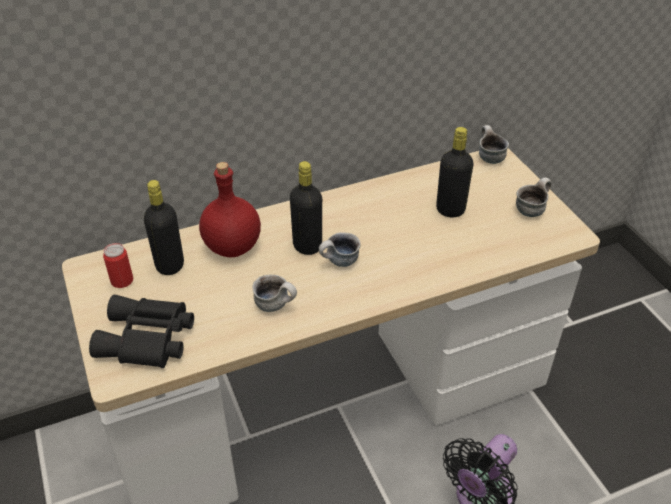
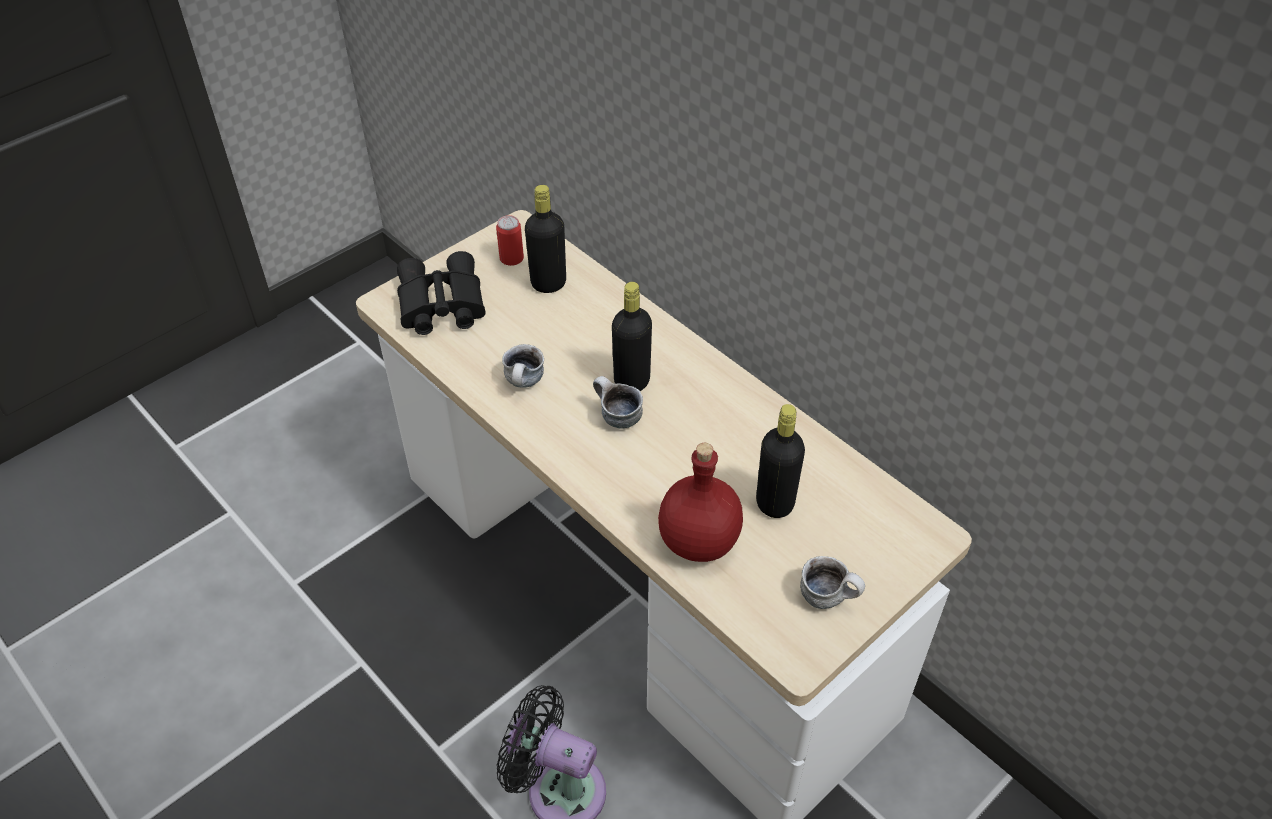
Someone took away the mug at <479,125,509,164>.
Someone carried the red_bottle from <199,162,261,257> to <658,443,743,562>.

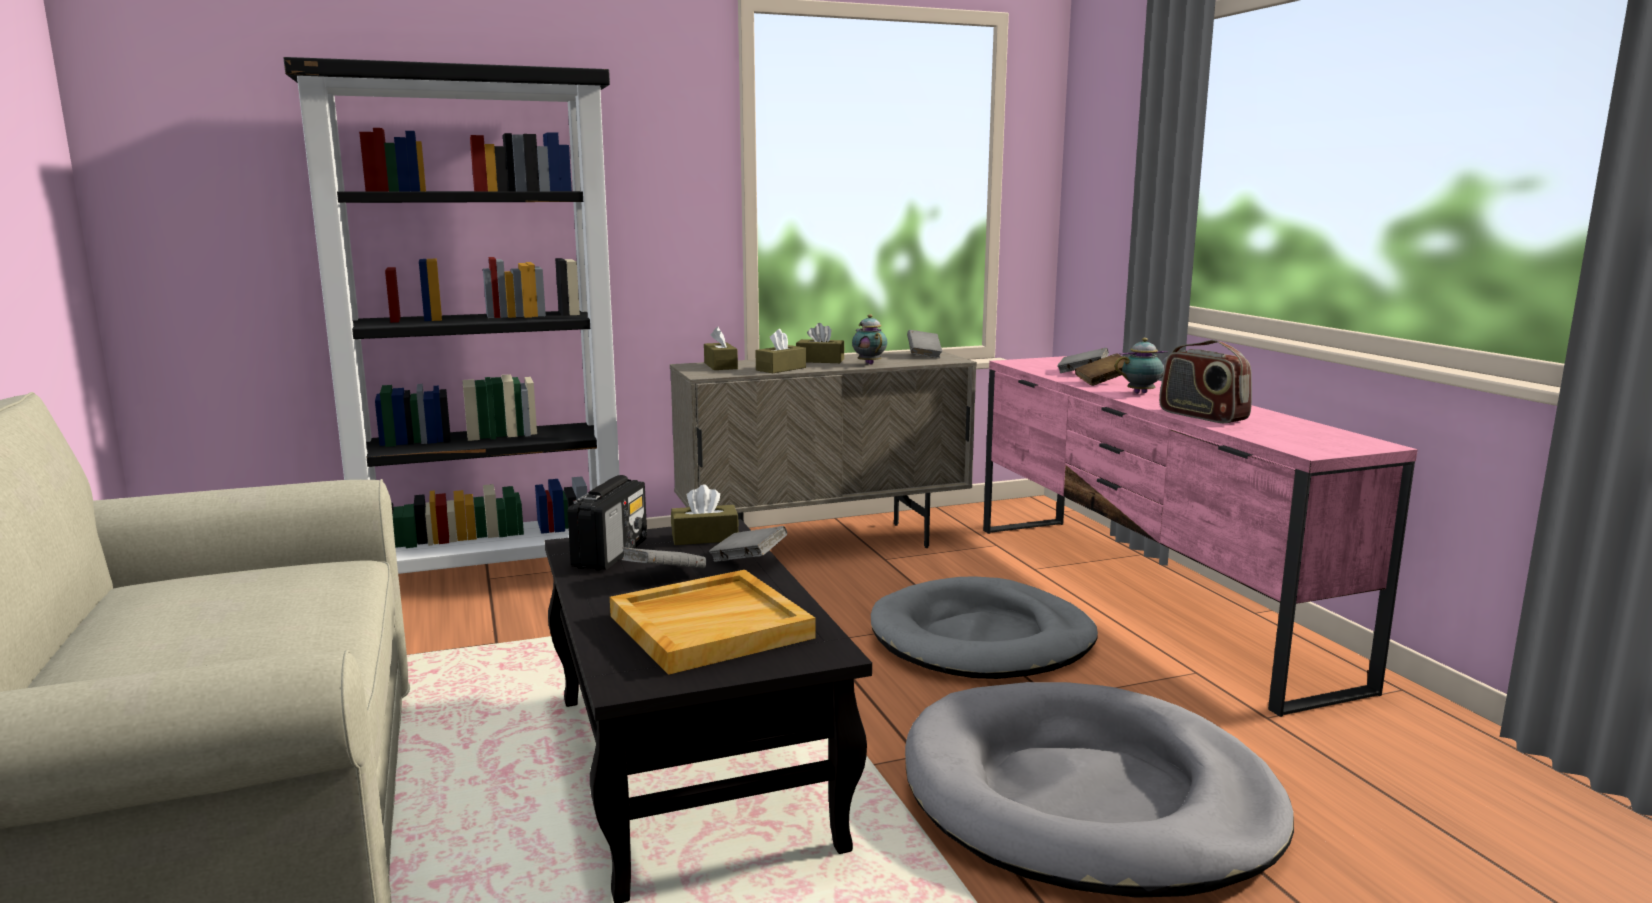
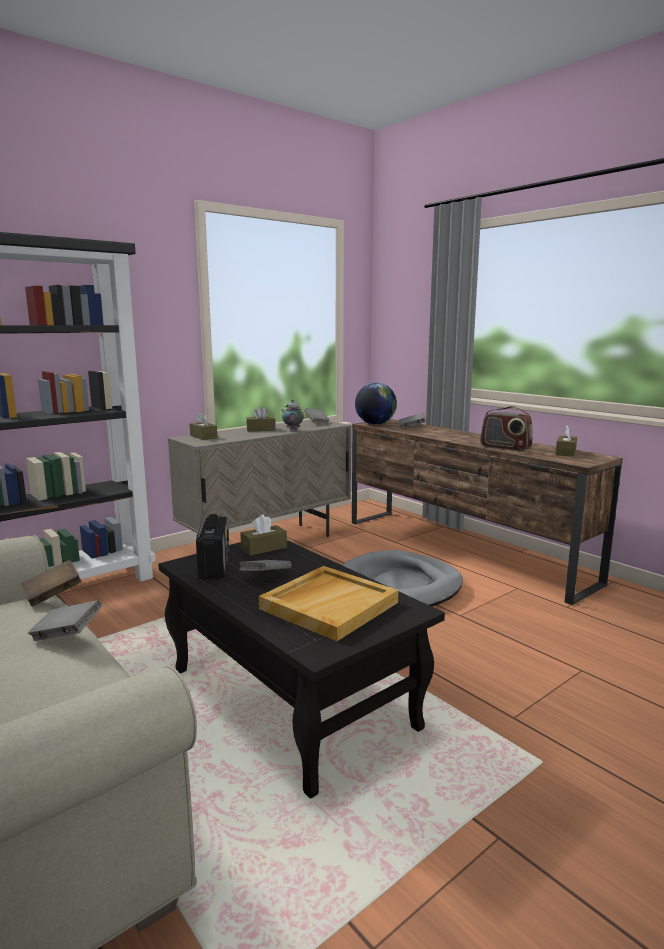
Someone took away the grey_dog_bed at <905,682,1294,898>.
Someone took away the teapot at <1115,338,1168,394>.
Someone put down the globe at <355,383,397,425>.
Someone carried the grey_book from <709,526,787,562> to <28,600,101,641>.
Someone carried the brown_tissue_box from <756,329,806,373> to <555,425,577,457>.
Someone carried the brown_book from <1075,353,1125,386> to <20,560,82,606>.
Someone repainted the pink_tv_stand at <983,356,1418,717>, which became the brown_tv_stand at <352,419,623,605>.

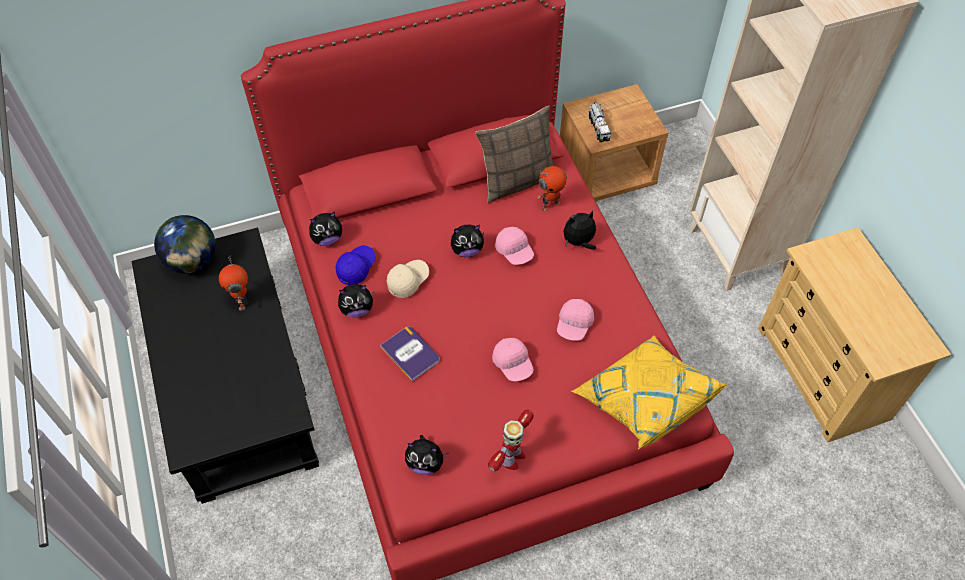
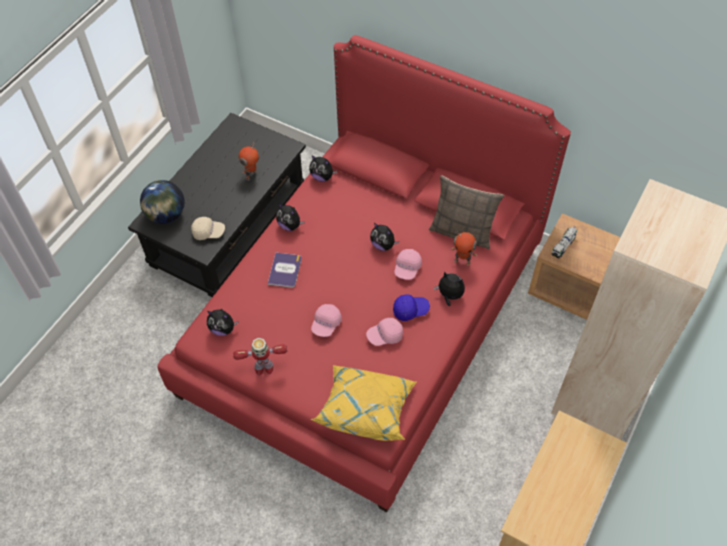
Someone carried the globe from <154,215,215,274> to <140,180,185,224>.
Someone carried the blue_cap from <336,245,376,285> to <393,294,430,321>.
Someone carried the beige_cap from <387,260,429,298> to <191,217,225,240>.
Someone rotated the plush_toy at <405,435,449,475> by 45 degrees counterclockwise.

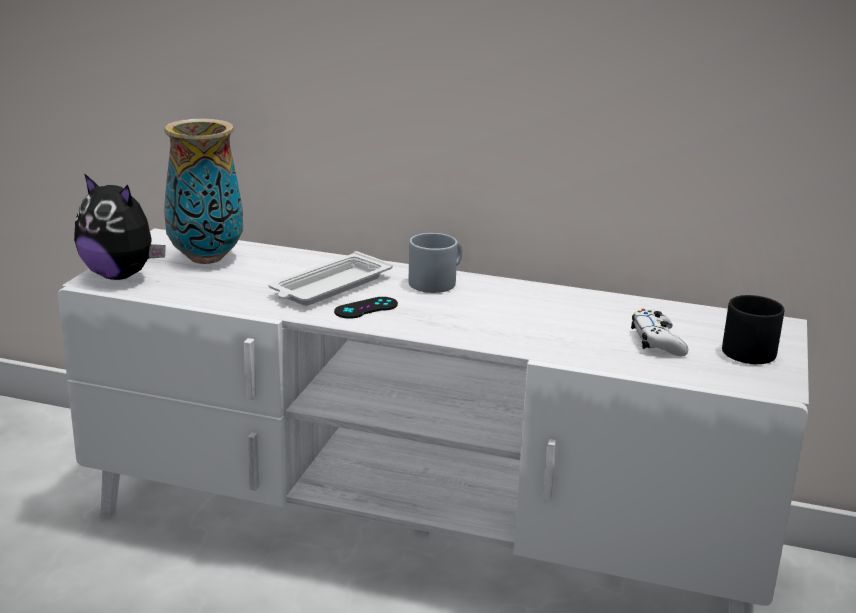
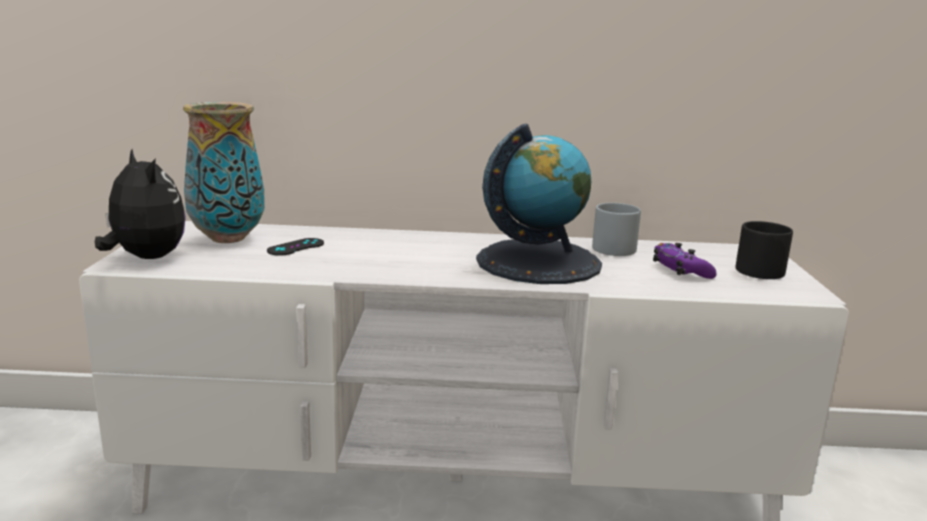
Someone took away the white_tray at <268,251,392,306>.
Someone put down the globe at <476,123,602,284>.
Someone carried the black_game_controller from <334,297,398,319> to <267,238,324,256>.
Someone carried the grey_mug from <409,233,462,293> to <592,203,641,256>.
Someone repainted the white_game_controller at <631,309,688,356>, which became the purple_game_controller at <653,243,716,279>.
Someone rotated the plush_toy at <74,173,166,280> by 150 degrees counterclockwise.

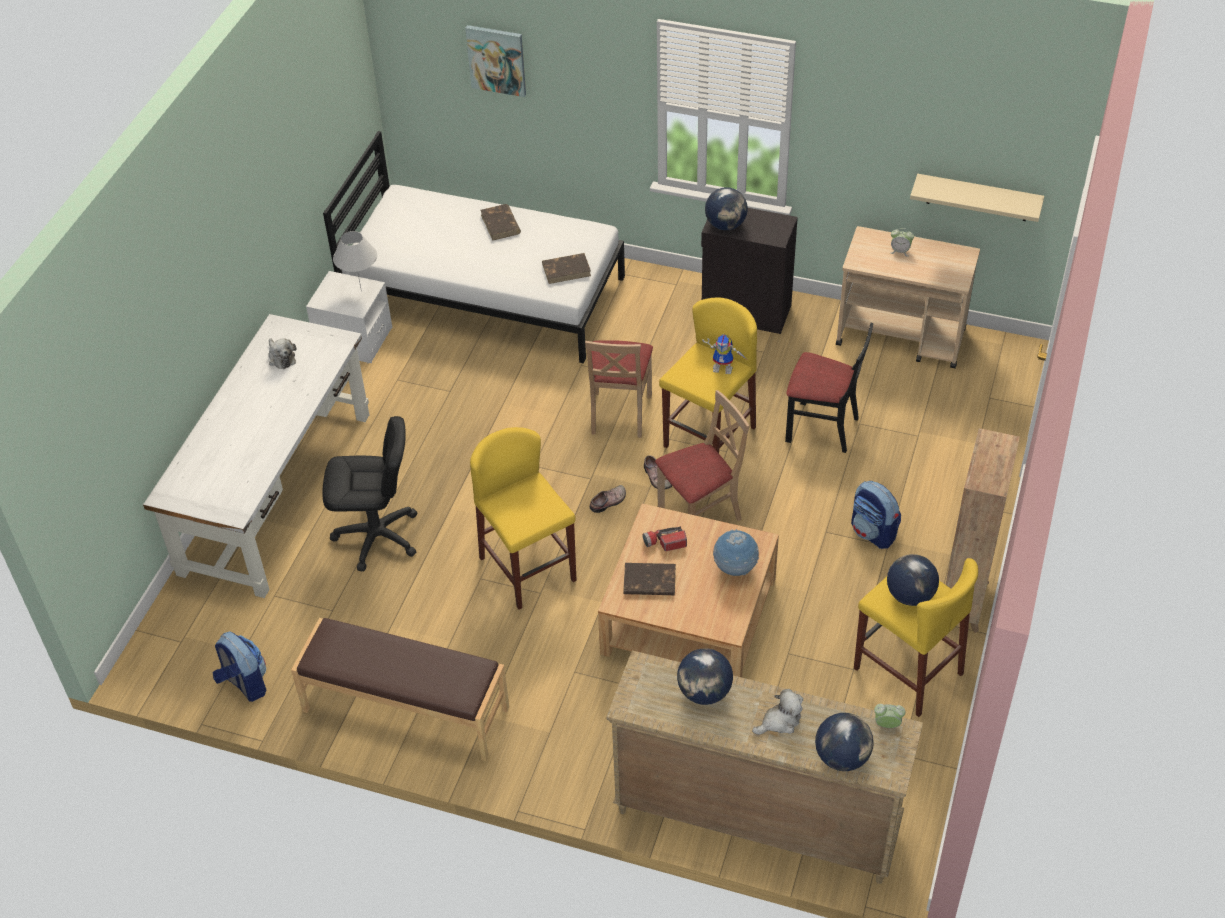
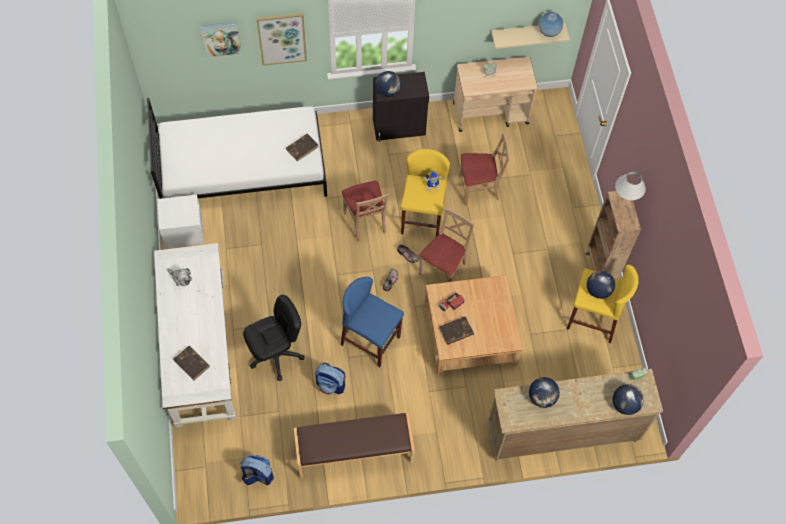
Someone took away the plush_toy at <752,689,803,735>.
Someone put up the picture at <256,13,307,66>.
Someone carried the white_table_lamp from <333,231,377,292> to <615,172,646,203>.
Someone carried the brown_book from <480,204,521,240> to <174,346,210,381>.
Someone carried the globe from <713,529,759,576> to <538,12,564,37>.
Someone carried the backpack from <851,481,901,549> to <315,363,345,395>.
Someone repainted the yellow_stool at <470,427,576,610>, which became the blue_stool at <341,277,404,367>.
Someone repainted the black_chair at <785,323,873,453>, which became the beige_chair at <459,132,509,205>.

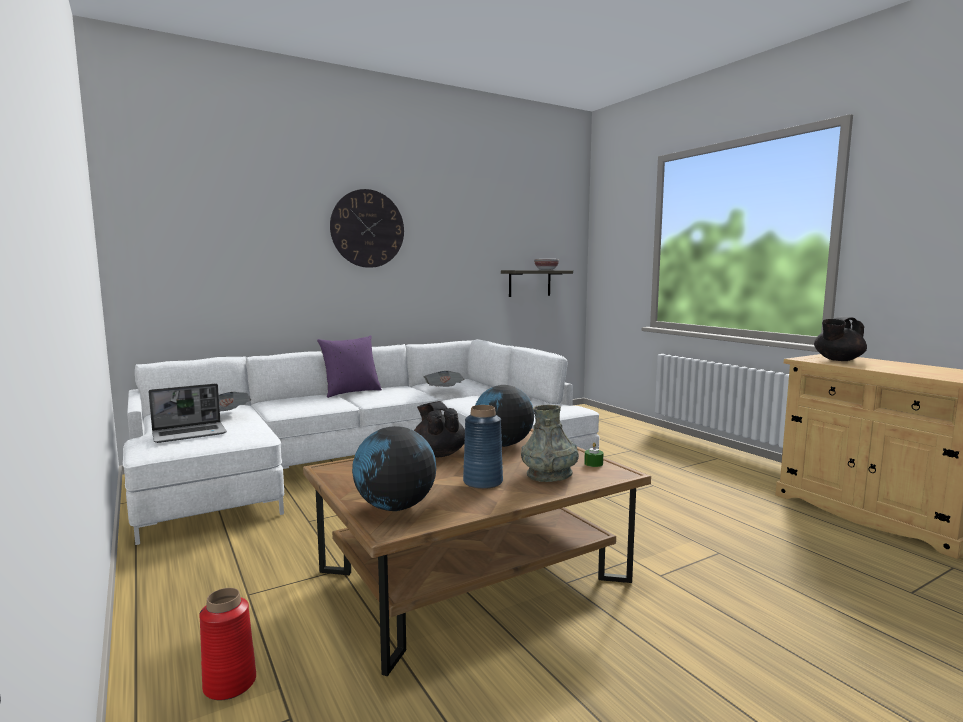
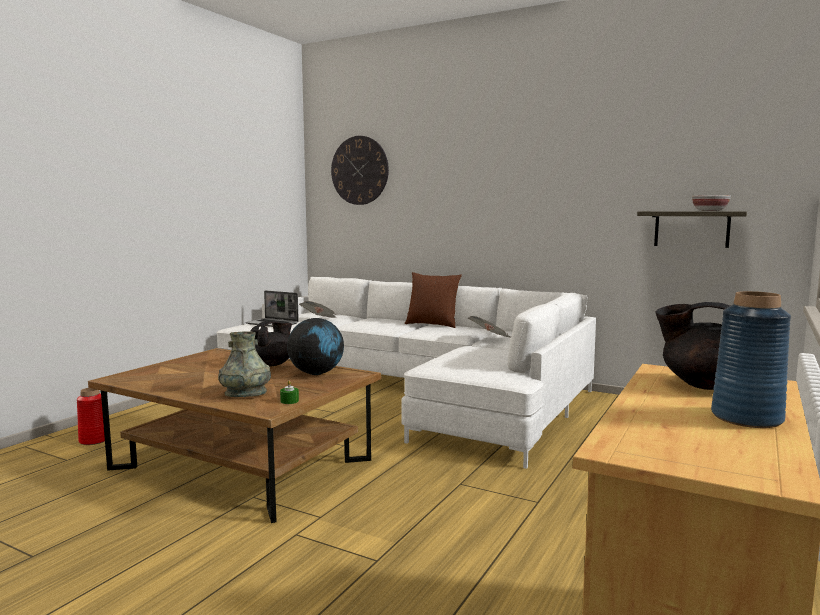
Someone took away the globe at <352,426,436,511>.
Someone carried the wall_clock from <330,189,404,268> to <331,136,389,205>.
Someone carried the blue_vase from <463,405,503,489> to <711,291,791,428>.
Someone repainted the purple_pillow at <317,335,382,398>, which became the brown_pillow at <405,272,462,328>.

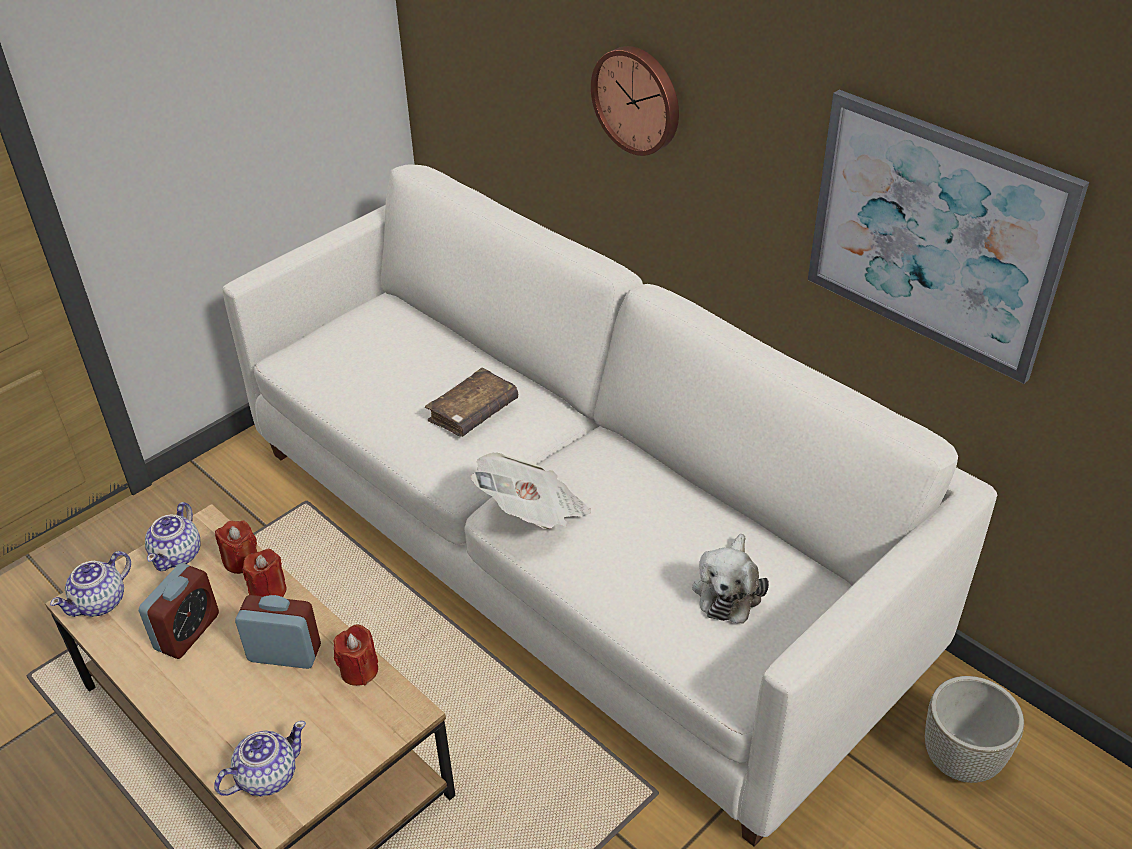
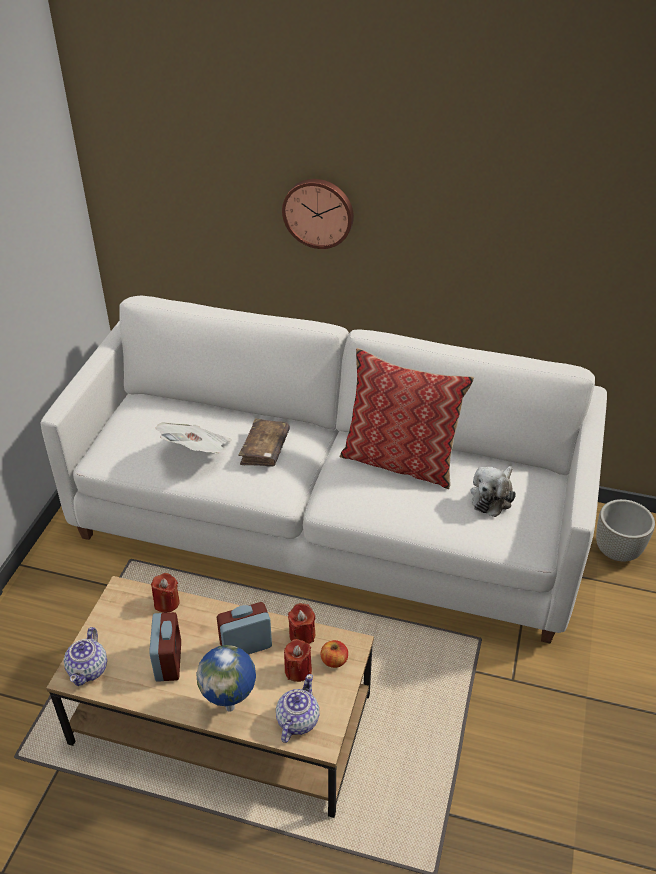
Someone took away the teapot at <145,502,201,571>.
Someone took away the picture at <808,90,1089,384>.
Someone put down the globe at <196,645,256,712>.
Someone put down the apple at <321,640,348,668>.
Someone put down the pillow at <339,348,474,489>.
Someone carried the red_candle from <242,549,287,597> to <284,639,312,682>.
Someone carried the newspaper from <470,452,591,529> to <155,422,232,454>.
Someone rotated the plush_toy at <692,534,769,624> by 45 degrees clockwise.

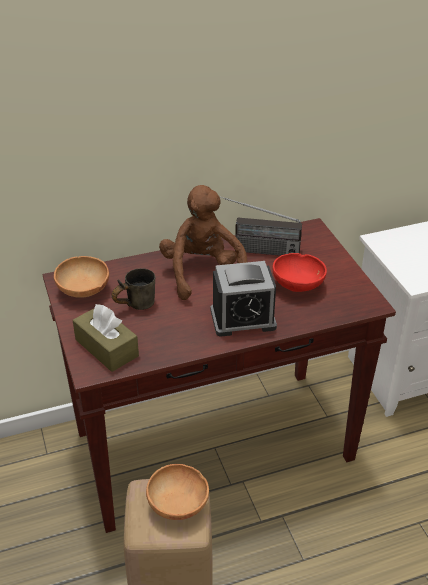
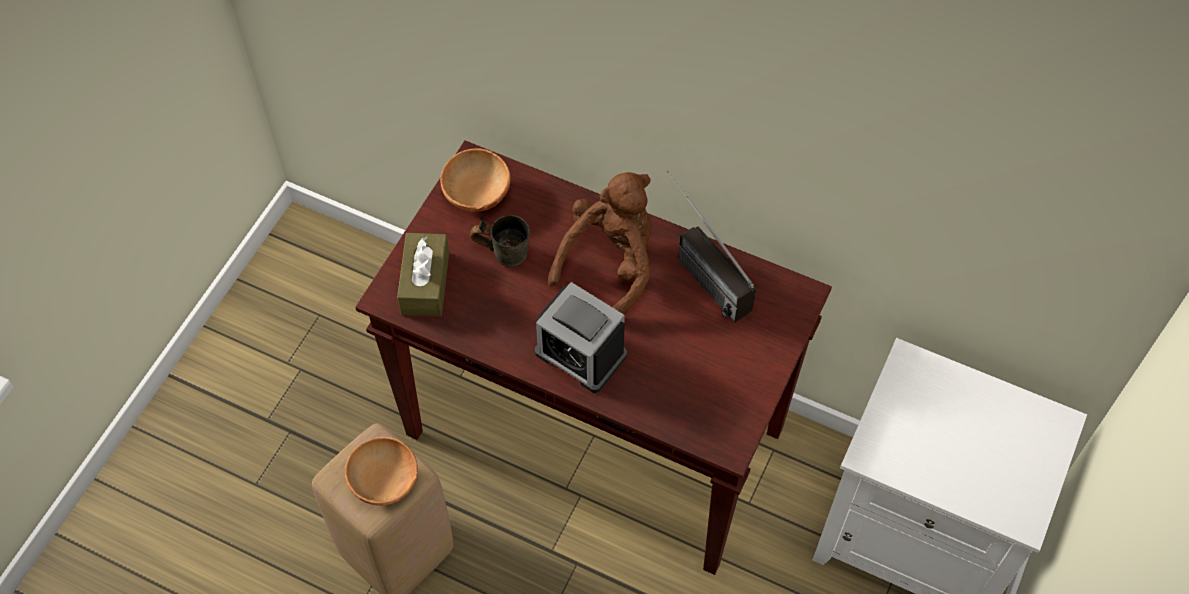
Someone took away the red_bowl at <272,253,327,292>.

